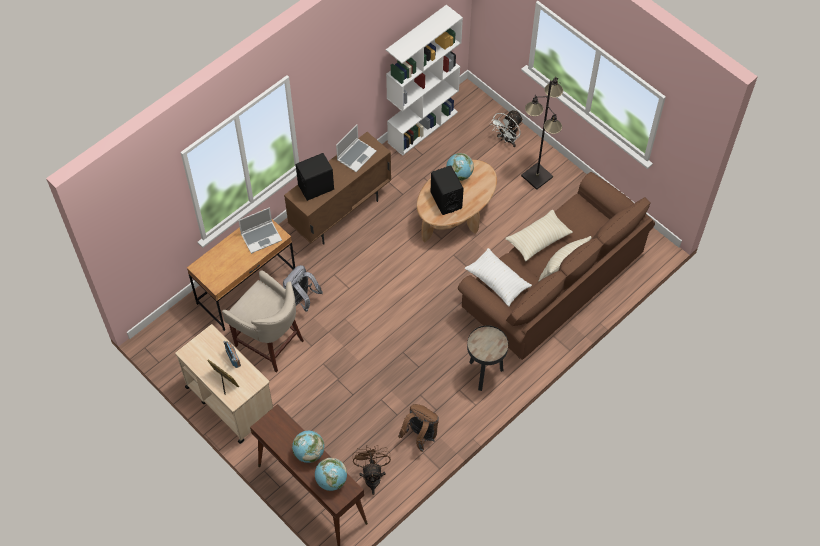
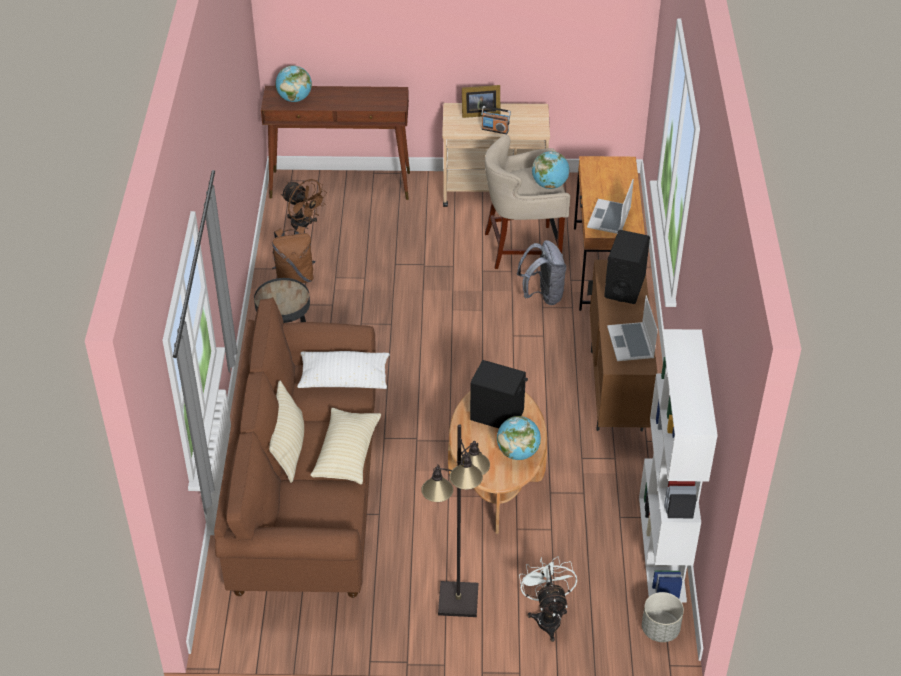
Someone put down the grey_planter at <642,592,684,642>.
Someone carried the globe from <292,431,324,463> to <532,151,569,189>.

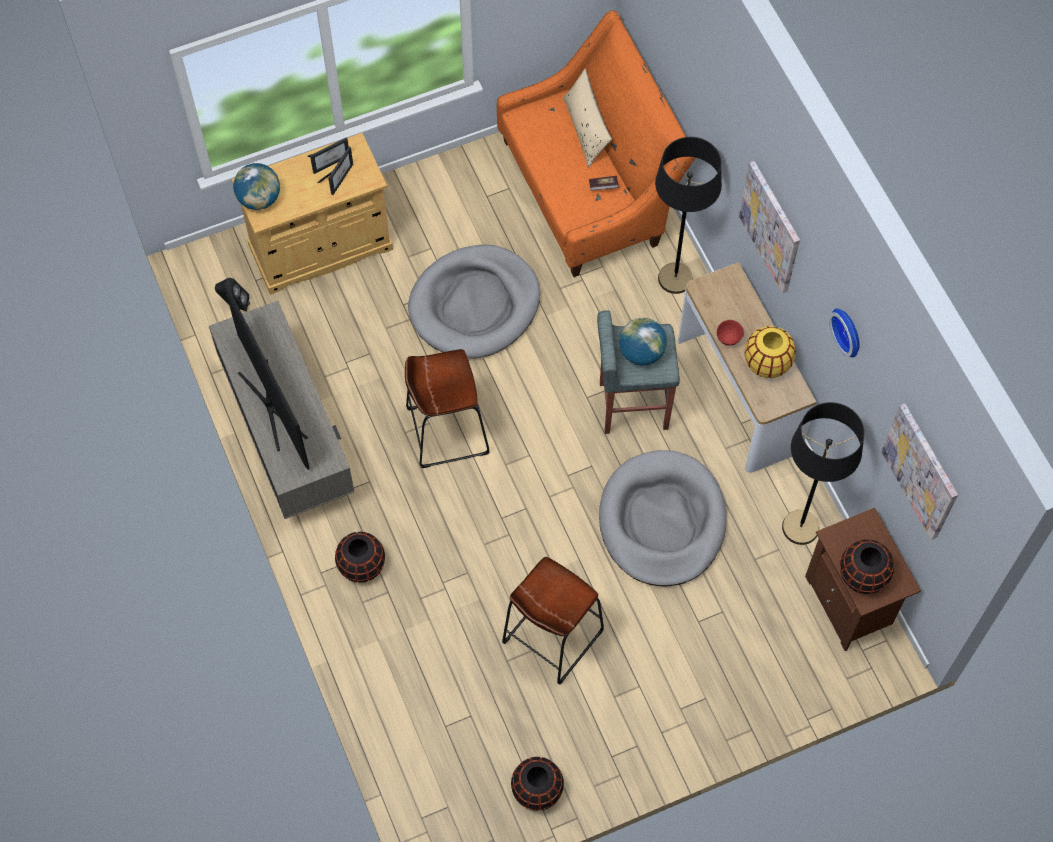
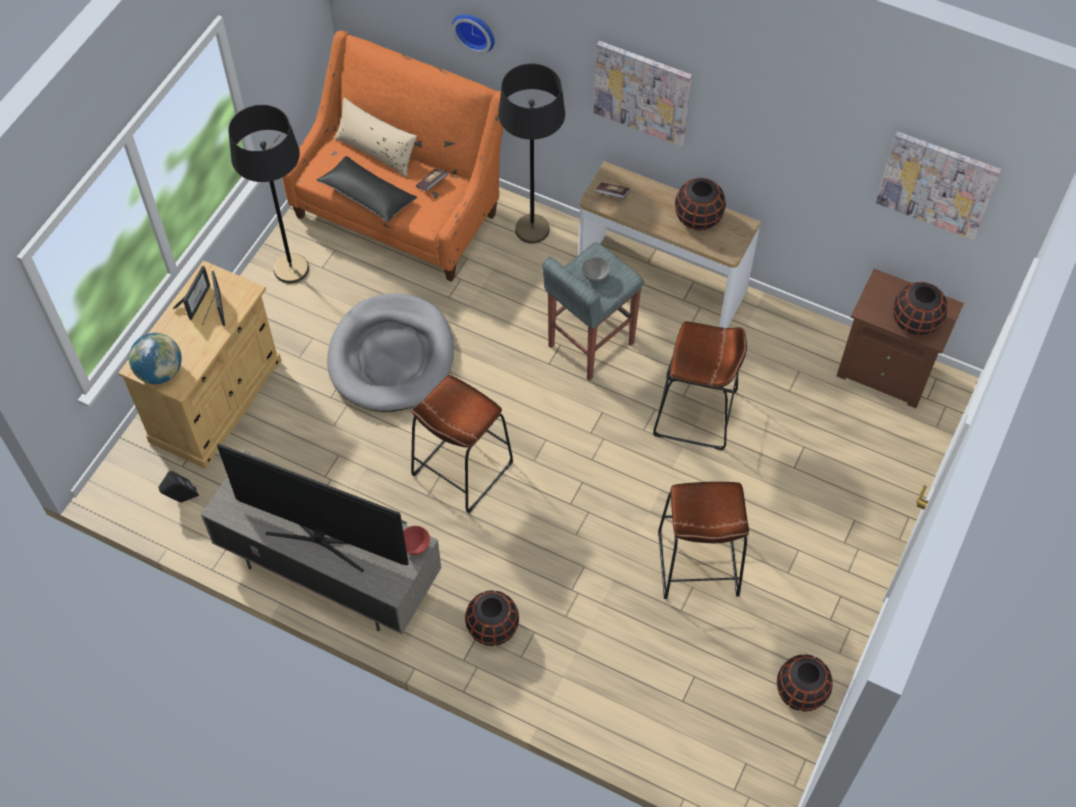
Someone put down the black_pillow at <316,156,417,223>.
Someone put down the book at <596,182,630,199>.
Someone carried the red_bowl from <716,320,744,346> to <403,526,430,555>.
Someone carried the black_floor_lamp from <782,402,865,545> to <228,105,309,284>.
Someone carried the wall_clock from <829,309,860,358> to <452,14,495,53>.
Someone swapped the grey_dog_bed at <599,450,727,586> for the brown_stool at <653,321,747,450>.
Someone swapped the globe at <619,318,667,365> for the grey_bowl at <582,257,610,282>.
Someone repainted the yellow_vase at <745,326,796,378>, which became the black_vase at <675,178,726,231>.

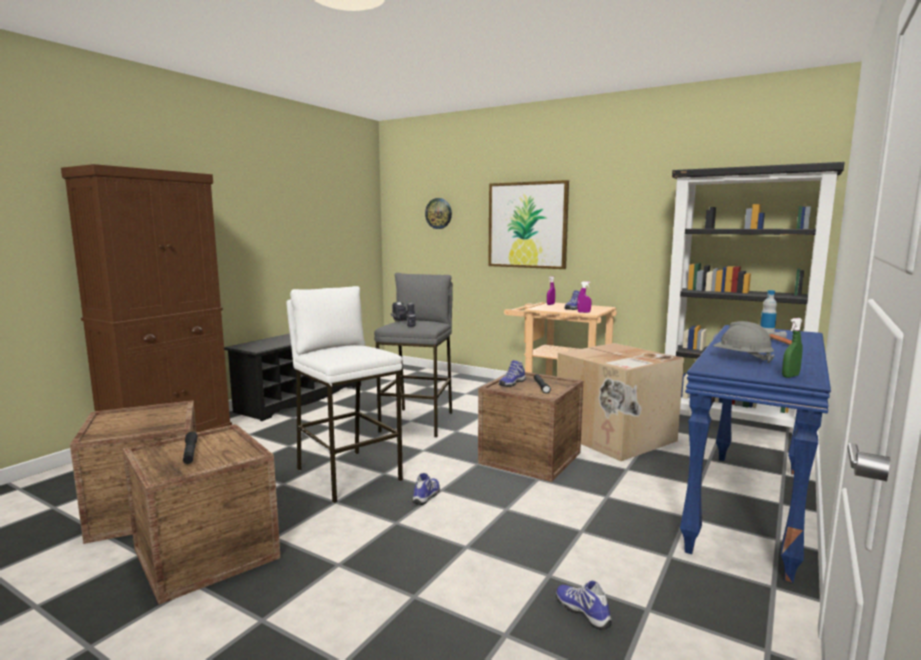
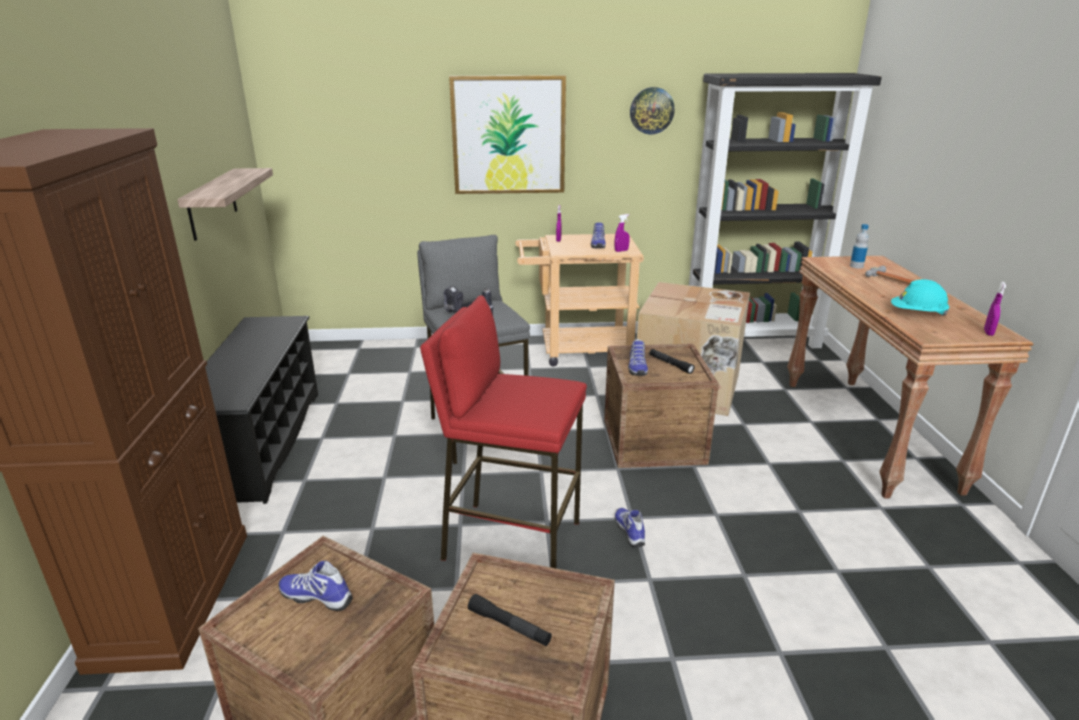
Someone put up the shelf at <177,168,273,241>.
Someone carried the wall_clock from <425,198,452,229> to <630,87,675,134>.
Someone carried the shoe from <556,581,612,630> to <279,560,352,611>.
Someone repainted the white_stool at <286,286,403,503>, which became the red_stool at <420,295,587,568>.
Someone repainted the blue_console_table at <680,325,831,583>, which became the brown_console_table at <787,256,1034,499>.
Someone repainted the grey_hard_hat at <713,321,775,363>, which became the turquoise_hard_hat at <891,279,950,316>.
Someone repainted the green_spray_bottle at <782,318,803,378>, which became the purple_spray_bottle at <984,282,1007,336>.

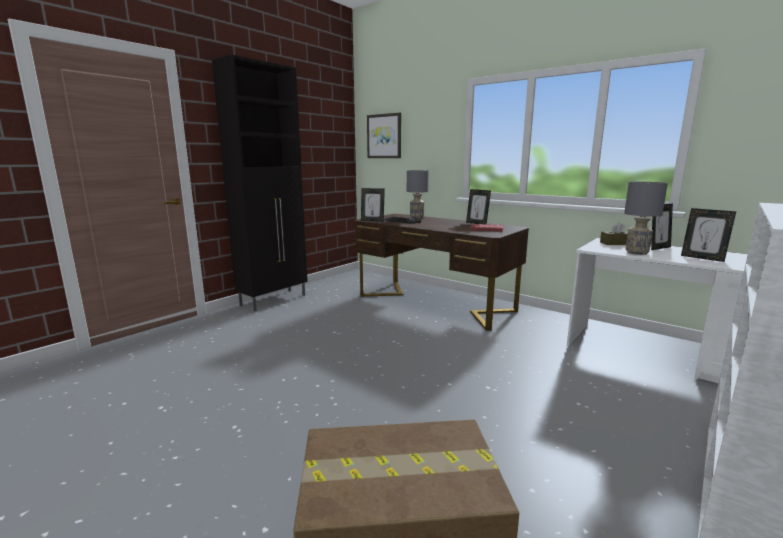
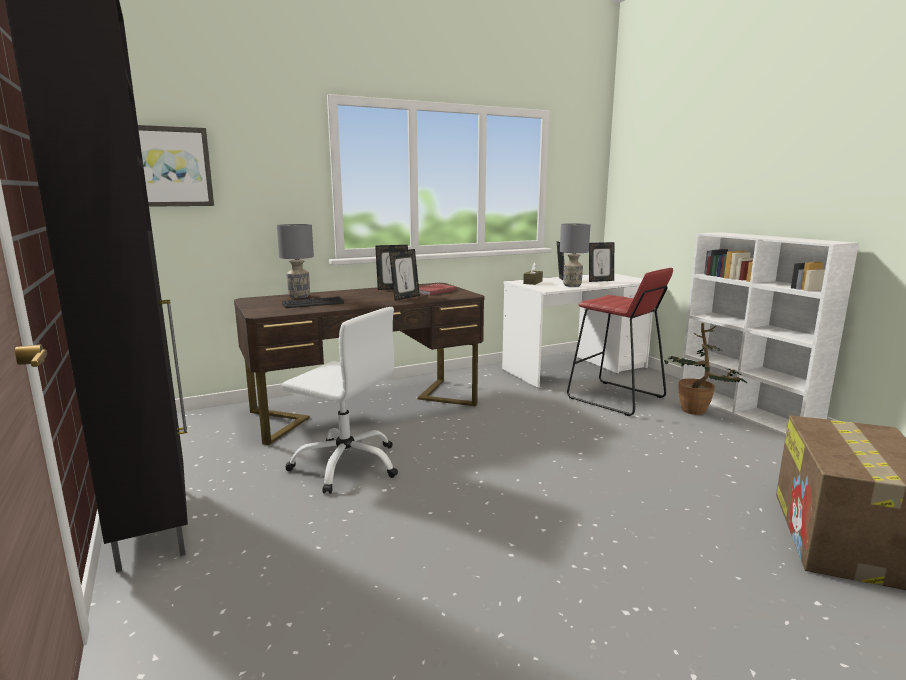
Someone put down the white_office_chair at <282,307,398,494>.
Someone put down the red_stool at <567,268,673,416>.
Someone put down the potted_plant at <664,323,747,415>.
Someone carried the picture_frame from <361,188,385,222> to <389,249,420,301>.

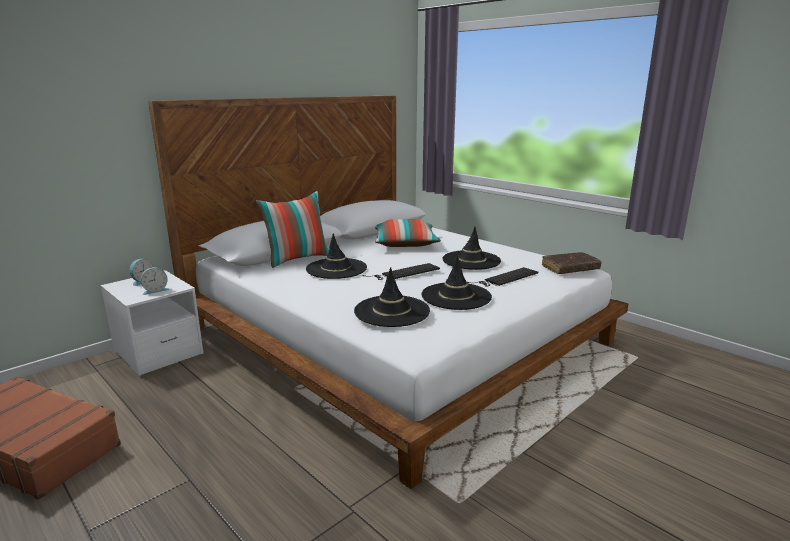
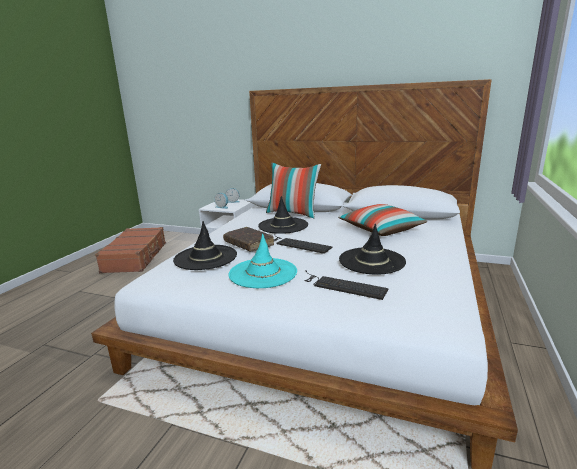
Someone carried the brown_book from <542,252,602,274> to <223,227,274,251>.
Someone repainted the black_hat at <422,255,492,310>, which became the turquoise_hat at <228,234,297,288>.

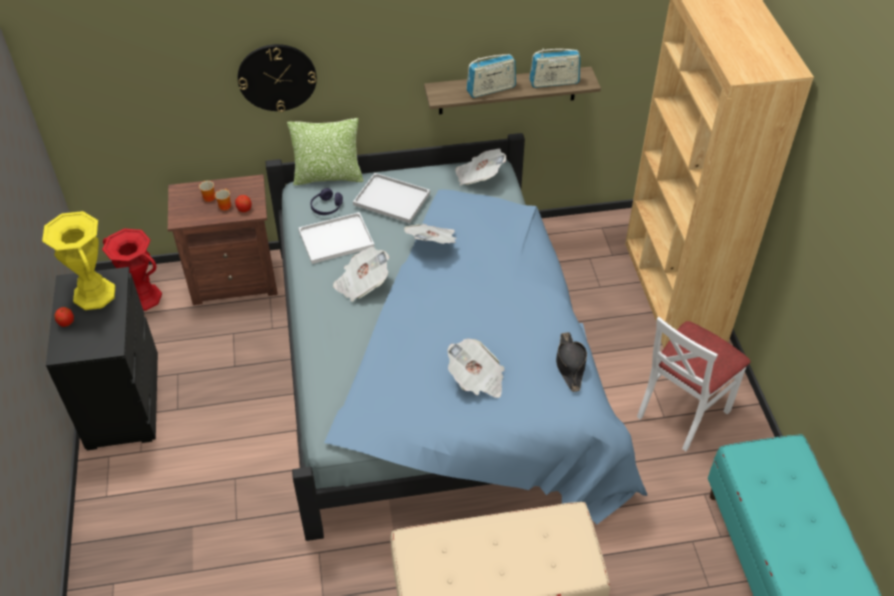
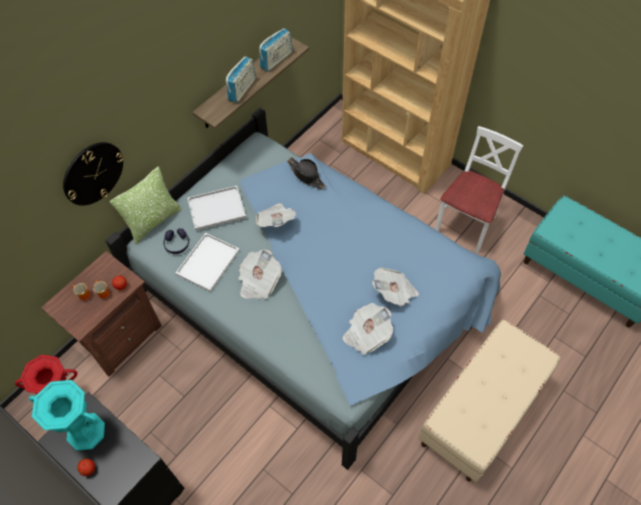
Someone carried the newspaper from <455,149,506,186> to <343,303,393,355>.
Someone carried the black_hat from <556,332,587,392> to <287,157,326,189>.
Someone repainted the yellow_vase at <42,211,115,310>, which became the turquoise_vase at <29,380,105,451>.
Someone rotated the white_chair at <637,317,750,451> by 150 degrees counterclockwise.

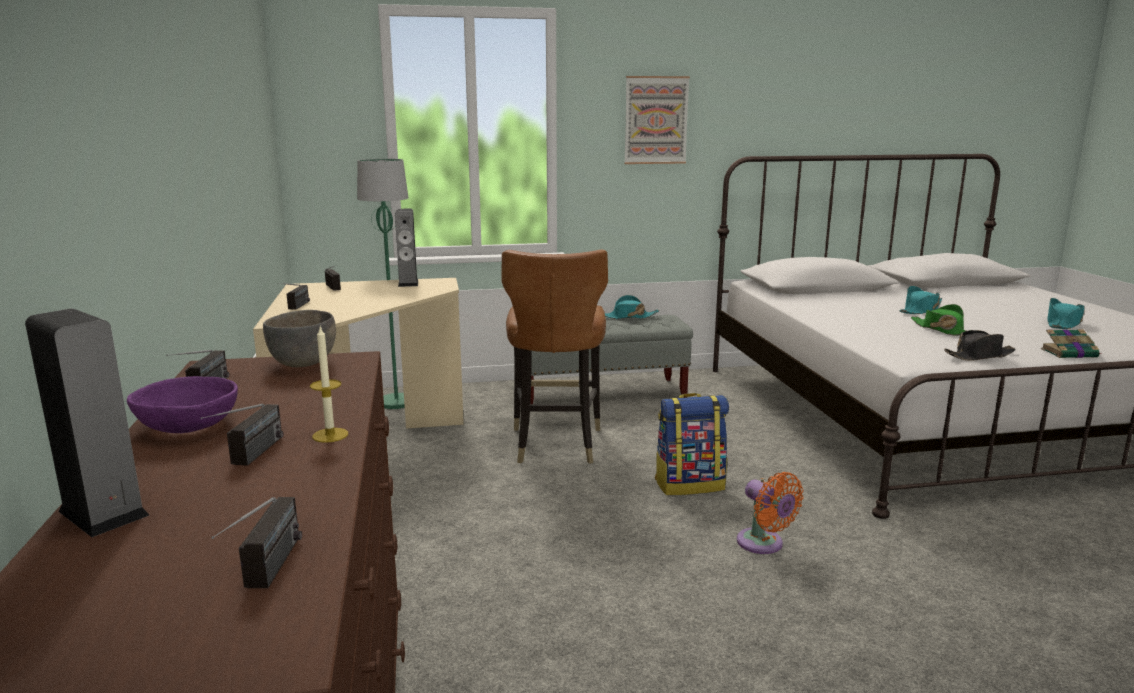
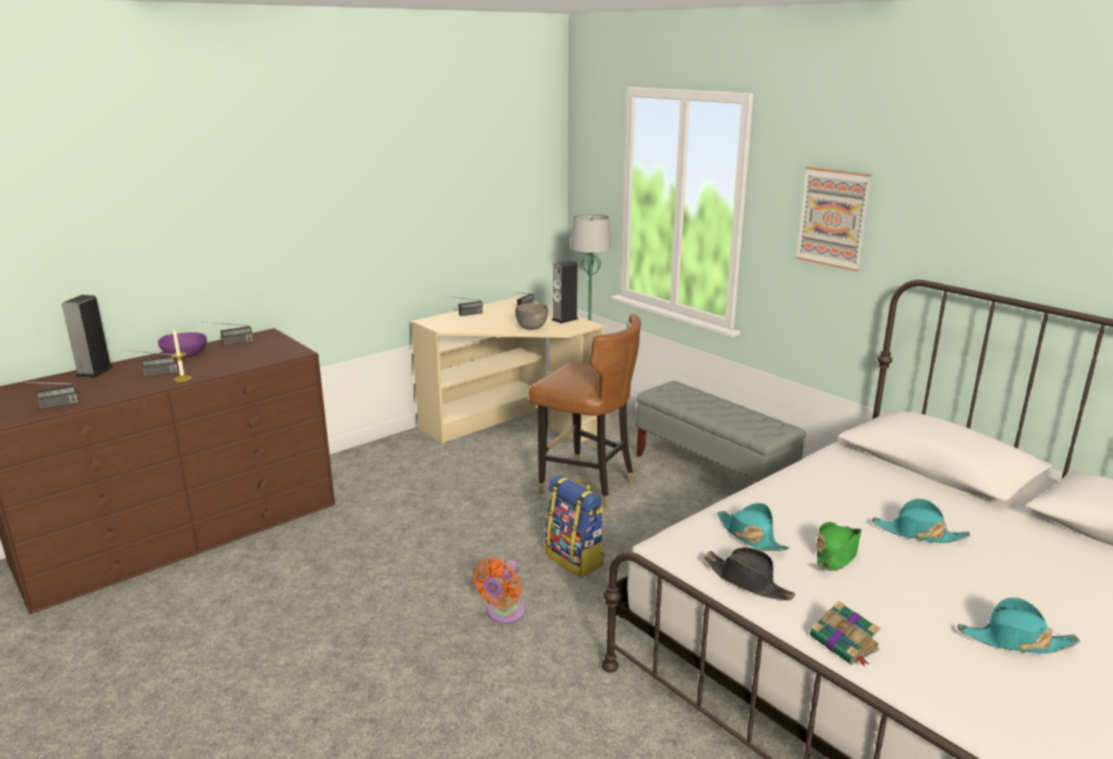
Someone carried the grey_bowl from <263,310,336,367> to <515,303,548,330>.
Someone carried the turquoise_hat from <605,295,659,319> to <717,503,789,551>.
Someone rotated the brown_chair at <501,249,608,464> by 120 degrees counterclockwise.

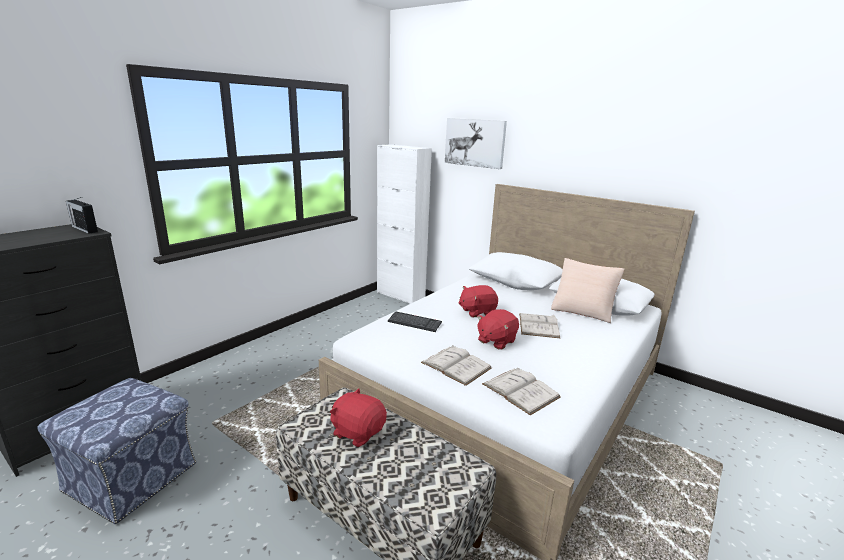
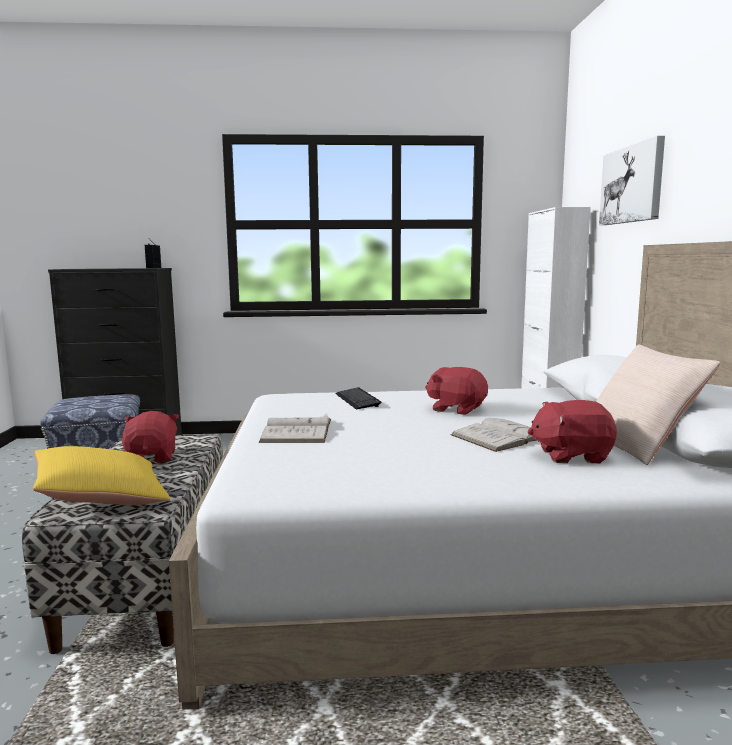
Someone took away the white_book at <482,367,561,415>.
Someone put down the yellow_pillow at <33,446,170,505>.
Someone carried the red_plush_toy from <477,309,519,350> to <528,400,617,463>.

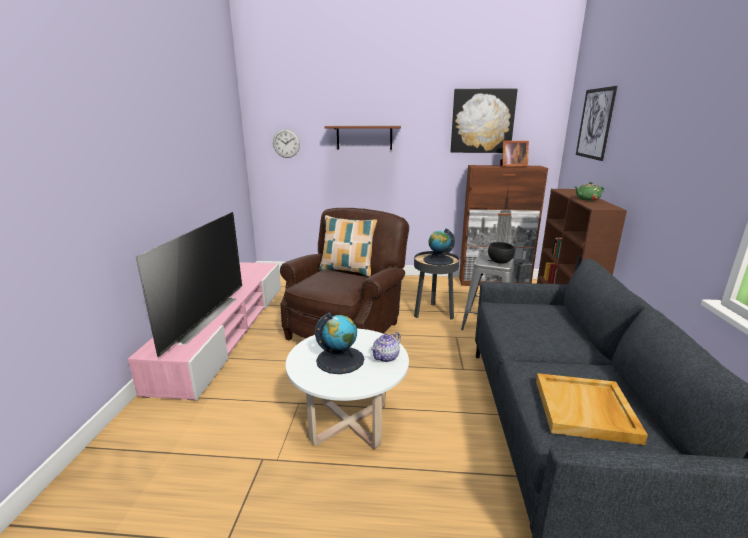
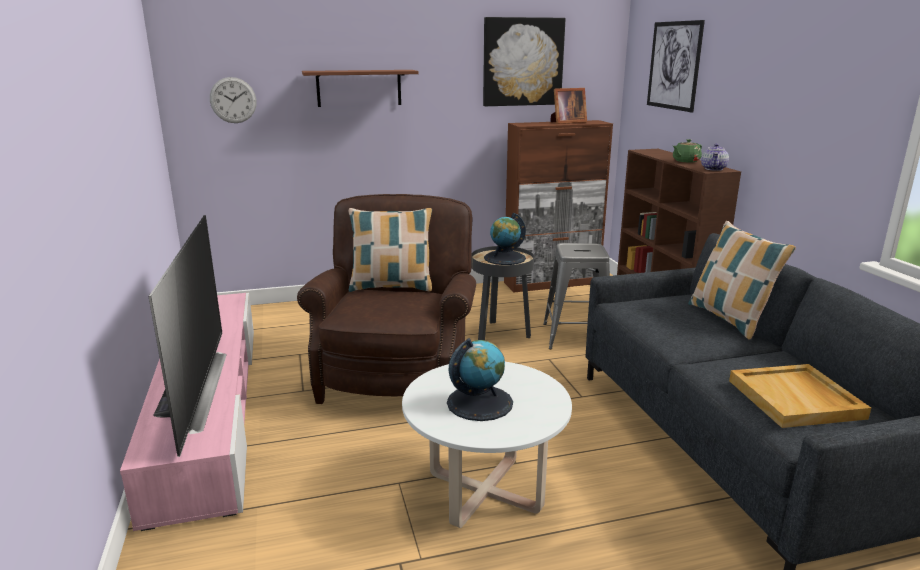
Someone took away the black_bowl at <488,242,515,264>.
Someone put down the pillow at <688,221,796,340>.
Someone carried the teapot from <371,332,401,362> to <701,143,729,171>.

